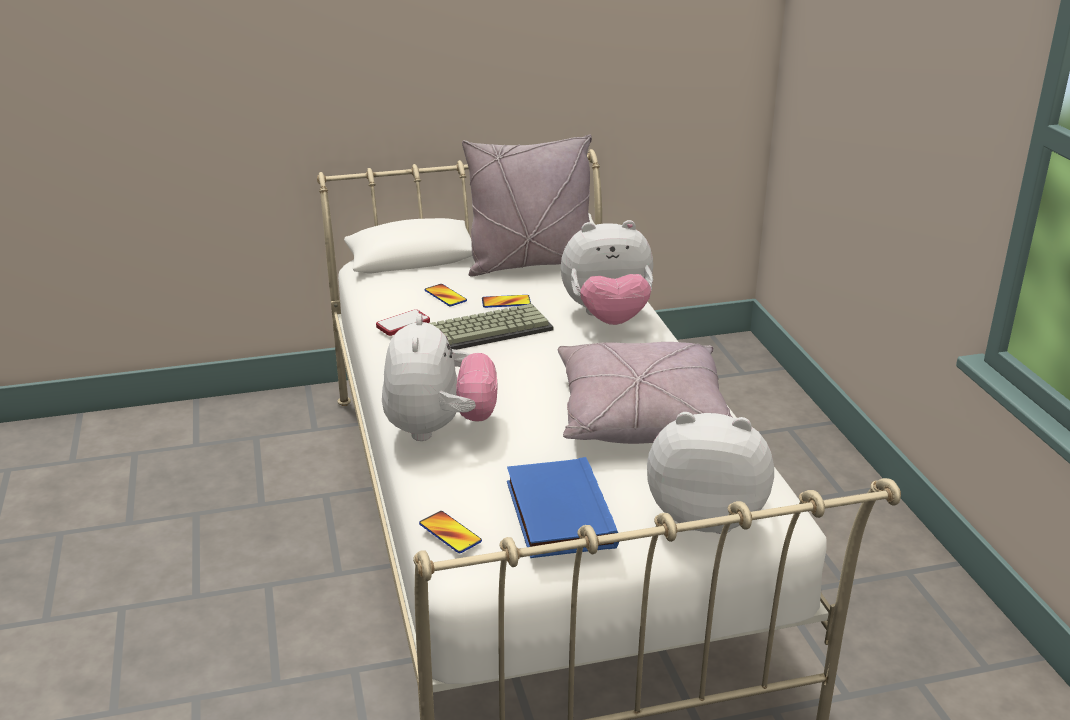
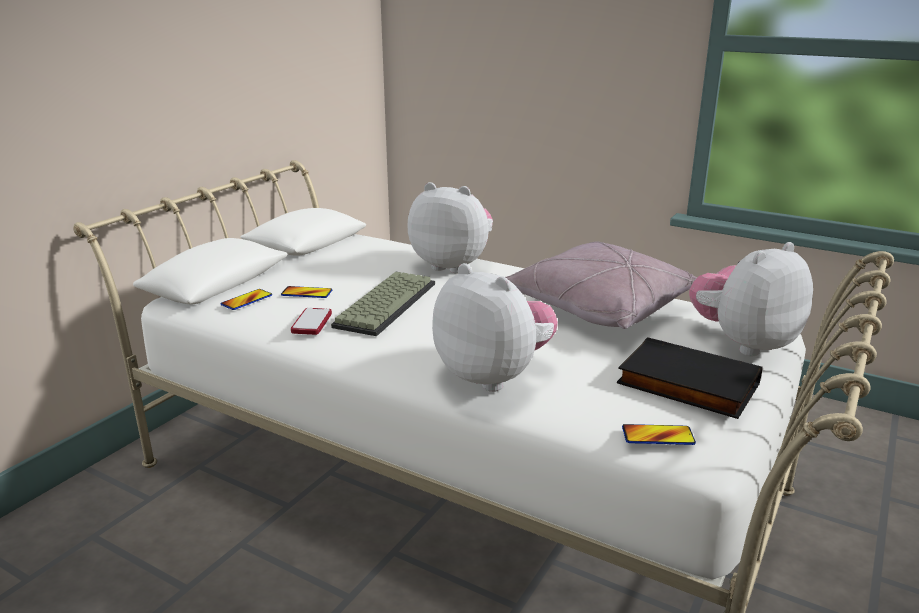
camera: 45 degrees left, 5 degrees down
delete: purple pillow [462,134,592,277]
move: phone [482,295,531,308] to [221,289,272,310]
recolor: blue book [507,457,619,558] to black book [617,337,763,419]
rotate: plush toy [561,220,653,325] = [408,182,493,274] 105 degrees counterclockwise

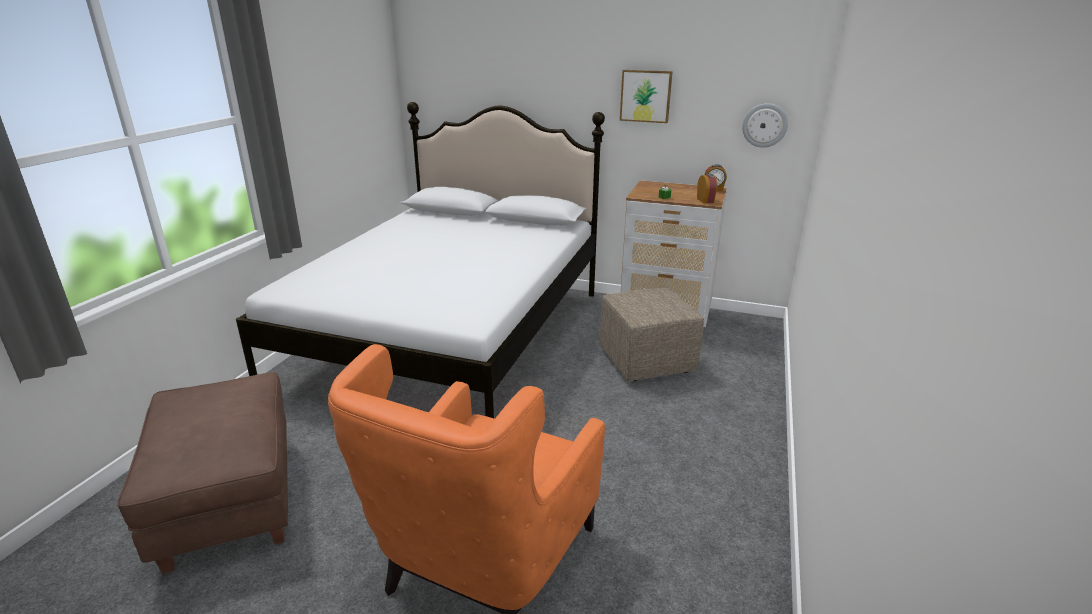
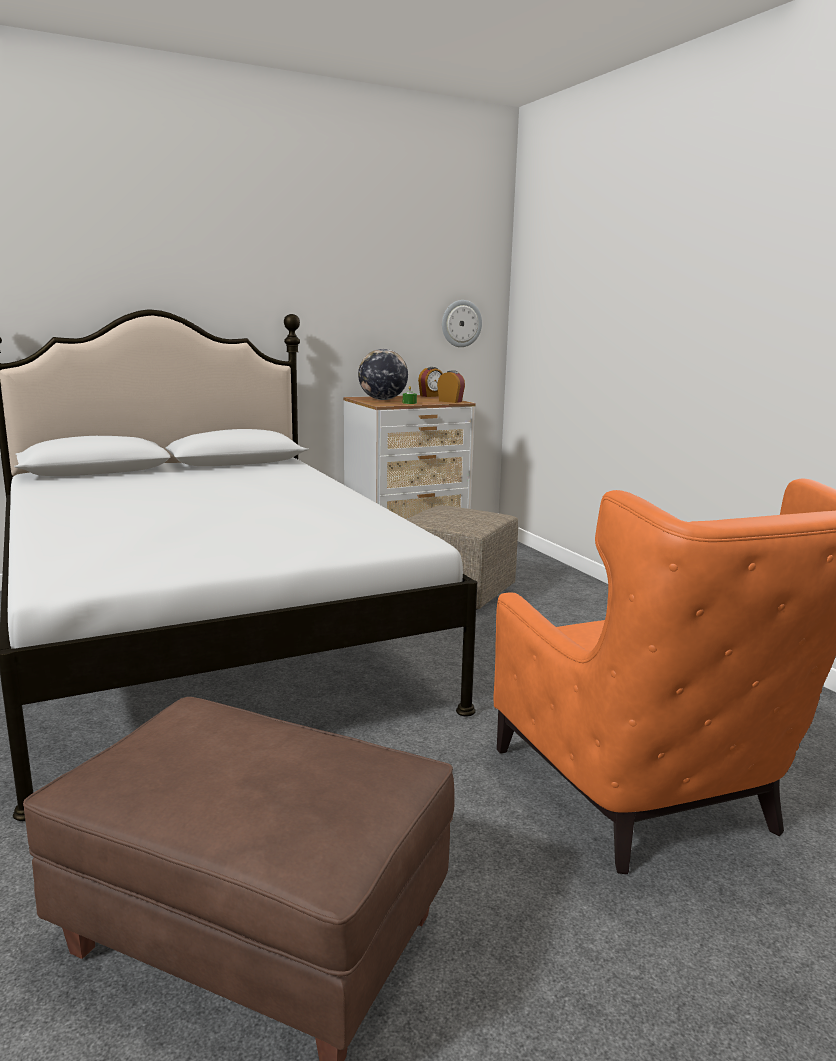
camera: 45 degrees left, 10 degrees down
delete: picture [620,70,673,123]
insert: globe [358,349,408,400]

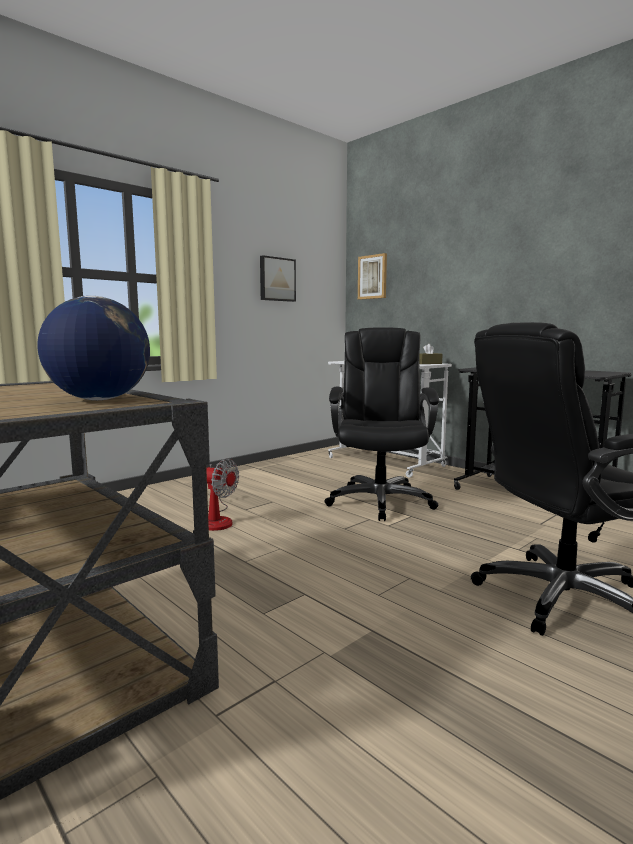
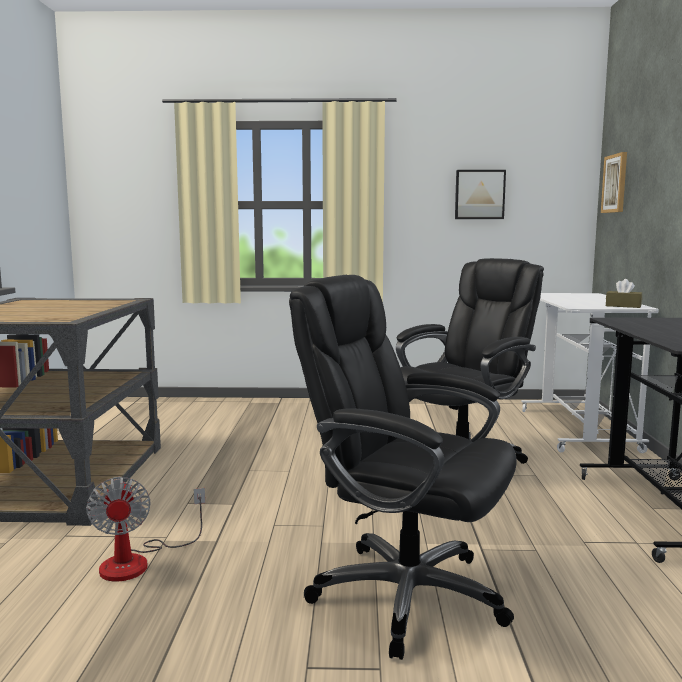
camera: 45 degrees right, 0 degrees up
delete: globe [37,296,150,400]
move: fan [206,459,239,531] to [86,477,205,581]

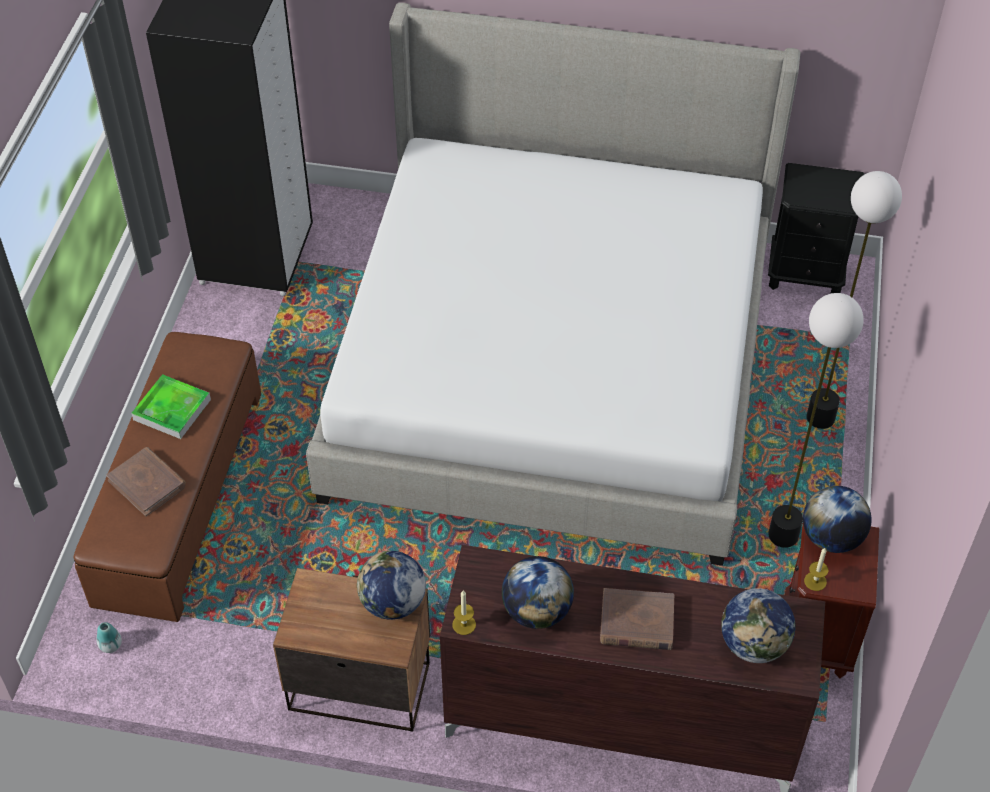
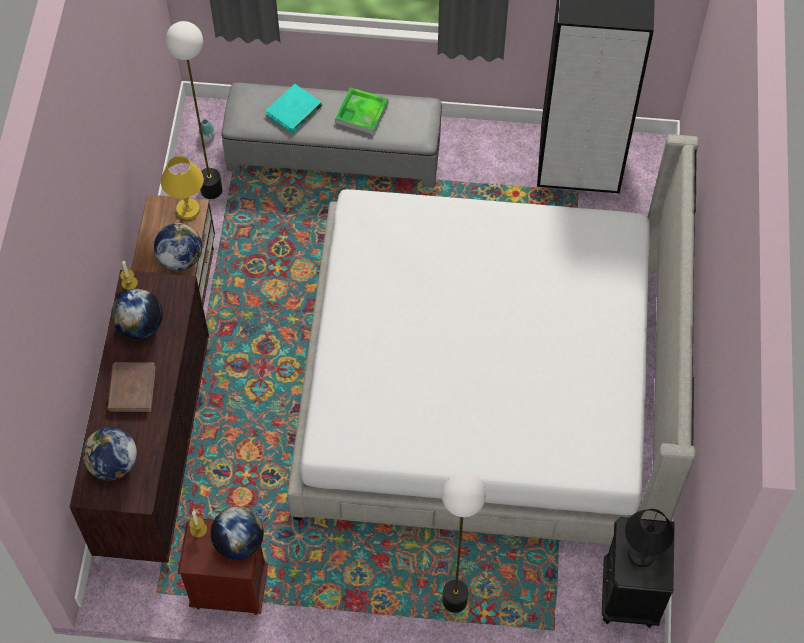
camera: 85 degrees right, 10 degrees up
insert: yellow table lamp [161,156,204,220]; black table lamp [625,509,674,567]
move: floor lamp [768,293,864,548] to [165,21,223,199]
recolor: brown bench [73,332,261,622] to grey bench [221,83,442,188]; brown book [106,447,186,516] to turquoise book [266,84,322,133]

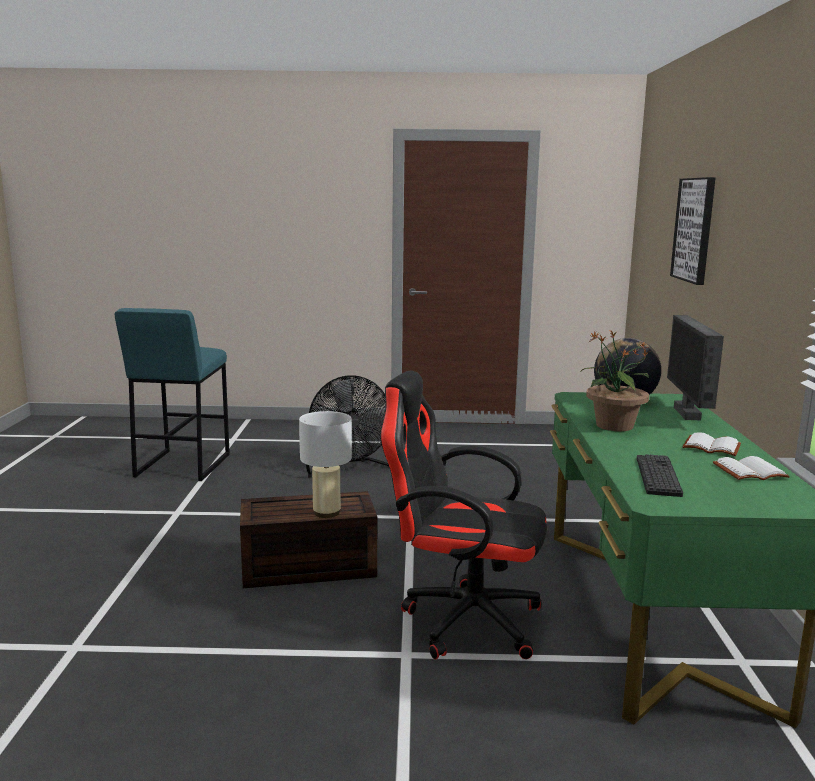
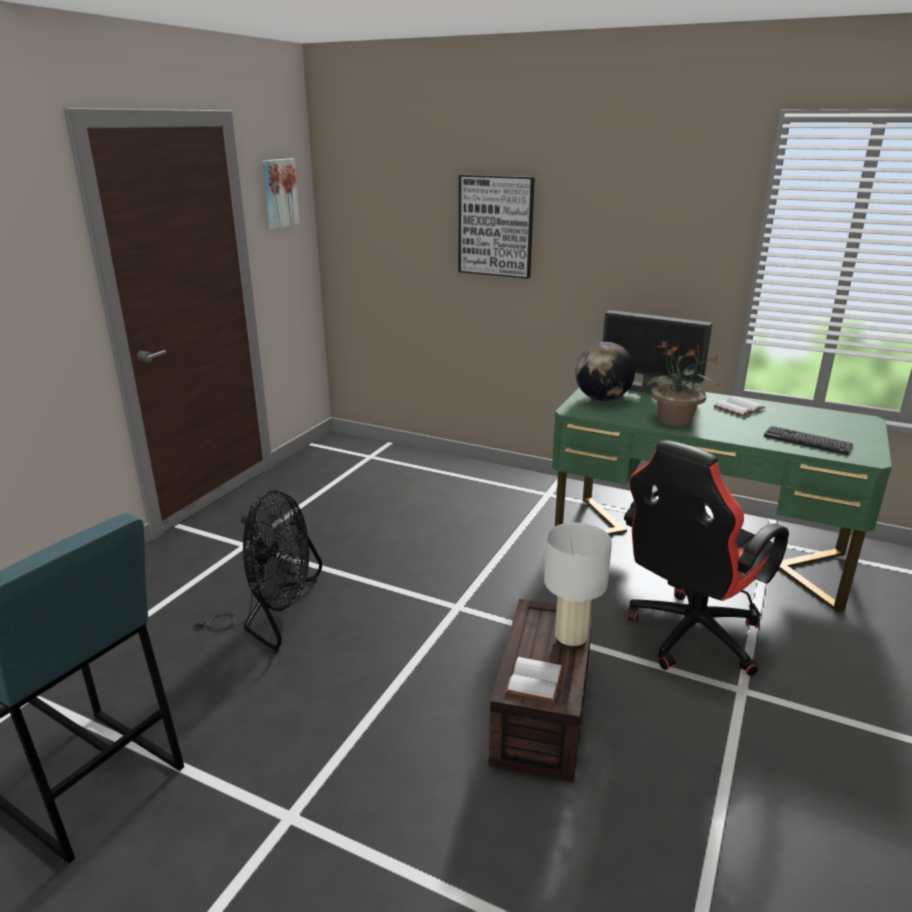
camera: 65 degrees left, 10 degrees up
insert: picture [262,159,300,229]
move: white book [713,456,790,480] to [505,657,563,703]

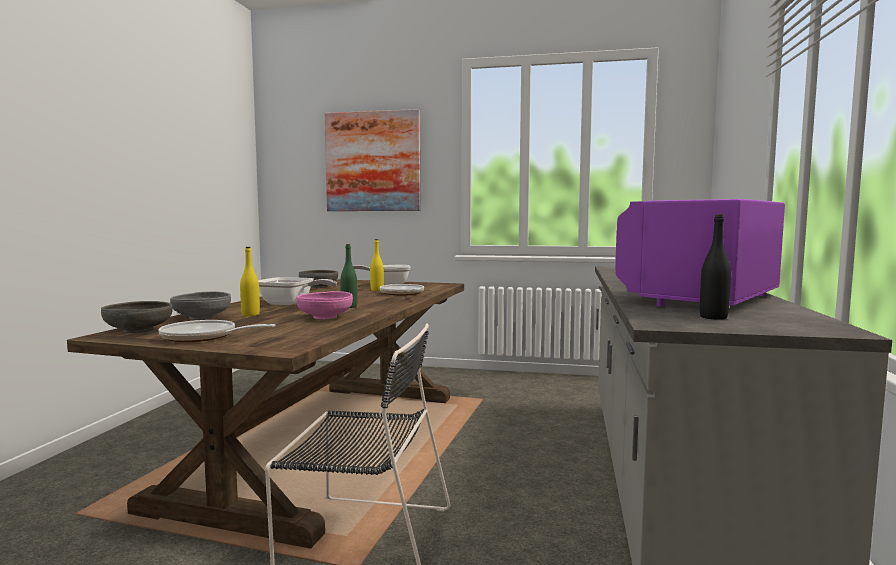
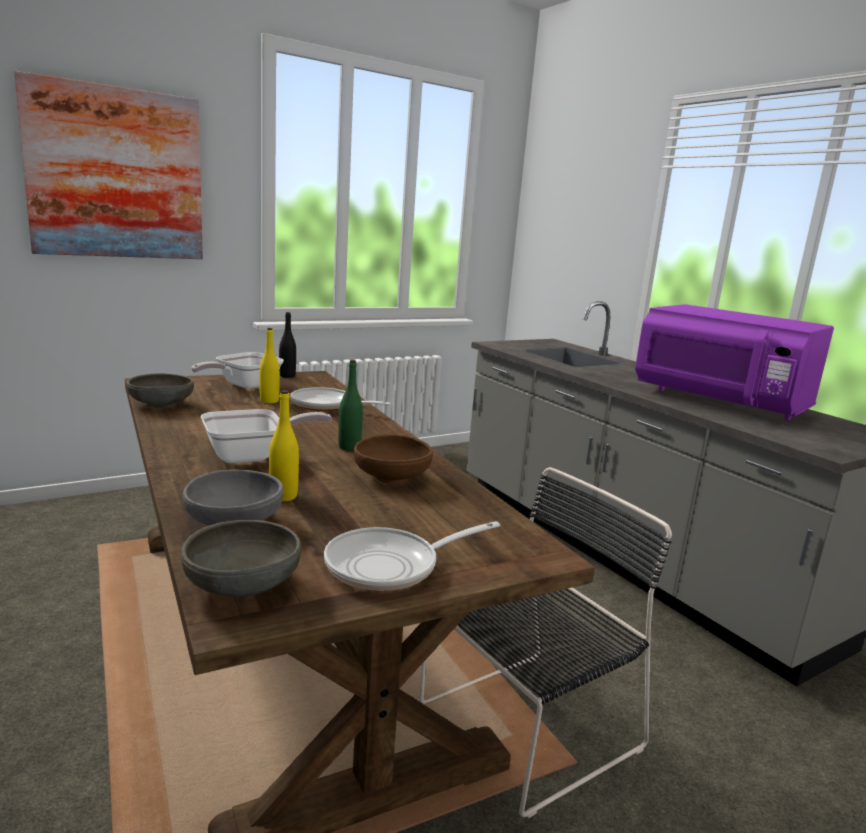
camera: 45 degrees left, 10 degrees up
move: black bottle [700,214,731,320] to [279,312,296,378]
recolor: pink bowl [296,291,353,319] to brown bowl [354,435,433,484]
rotate: purple microwave [615,199,785,307] = [635,304,834,420] 45 degrees counterclockwise

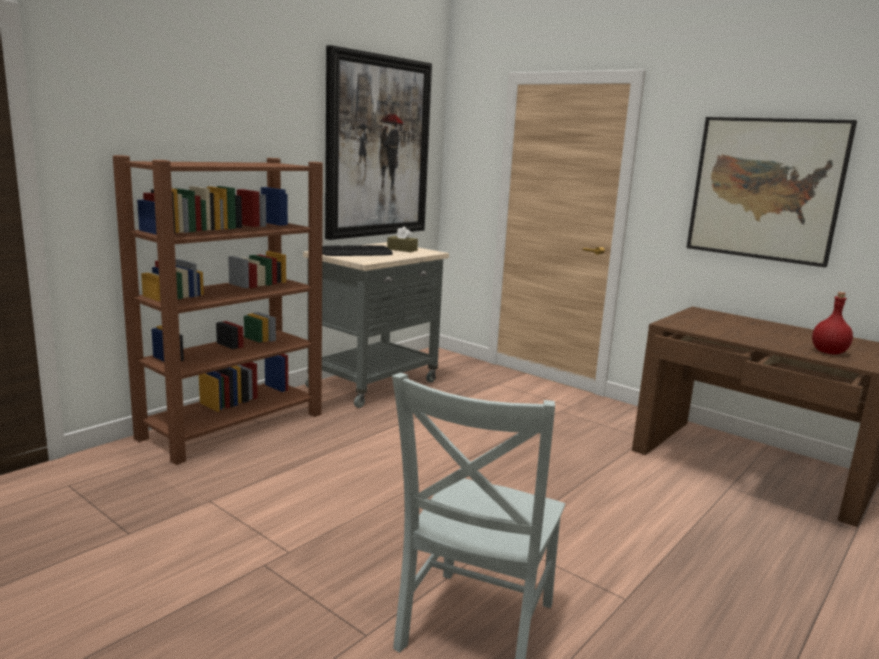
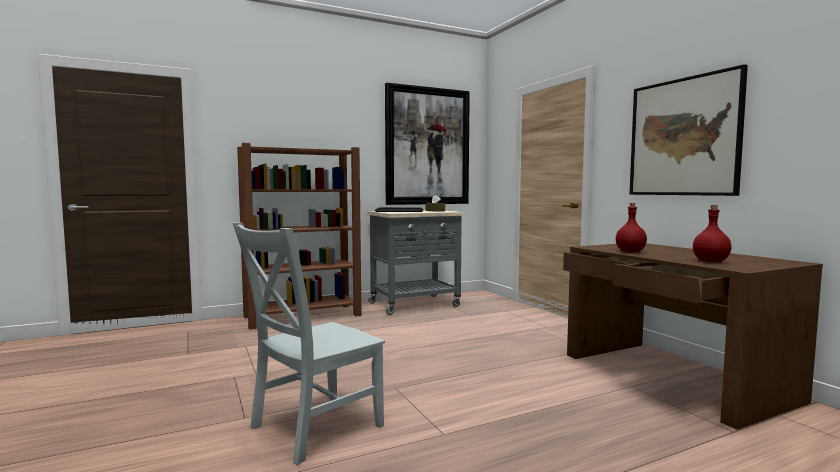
camera: 25 degrees right, 10 degrees down
insert: red bottle [616,203,647,252]

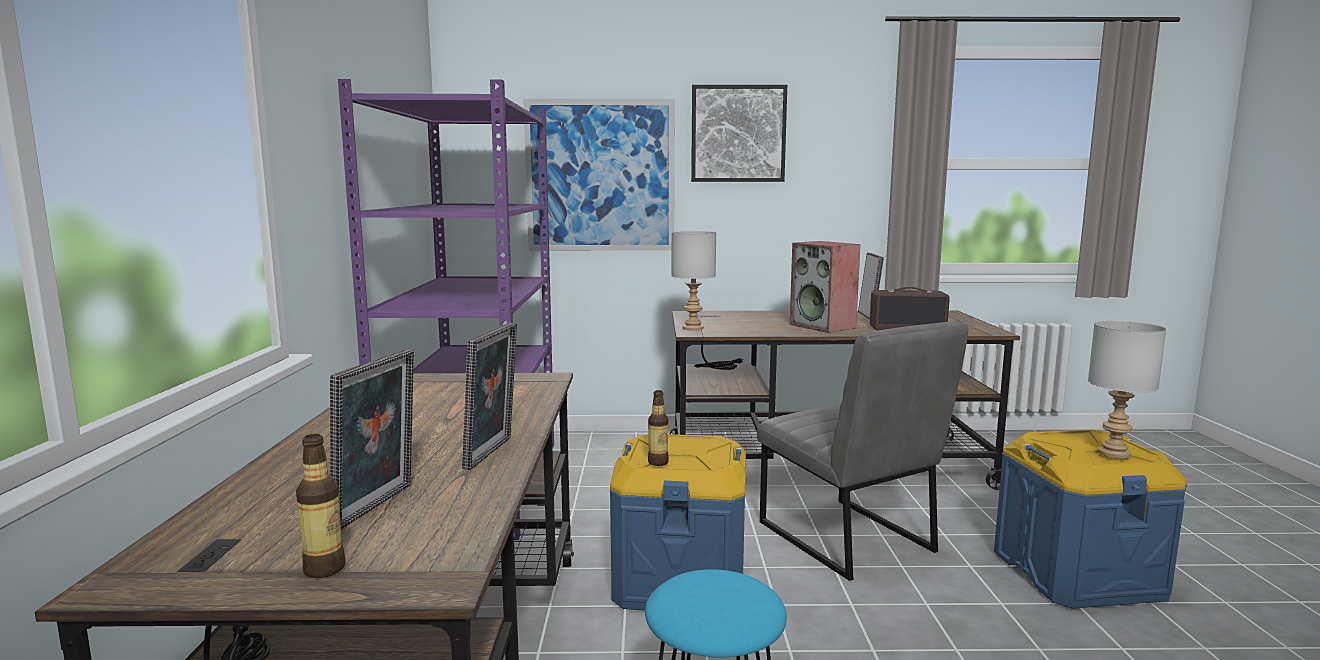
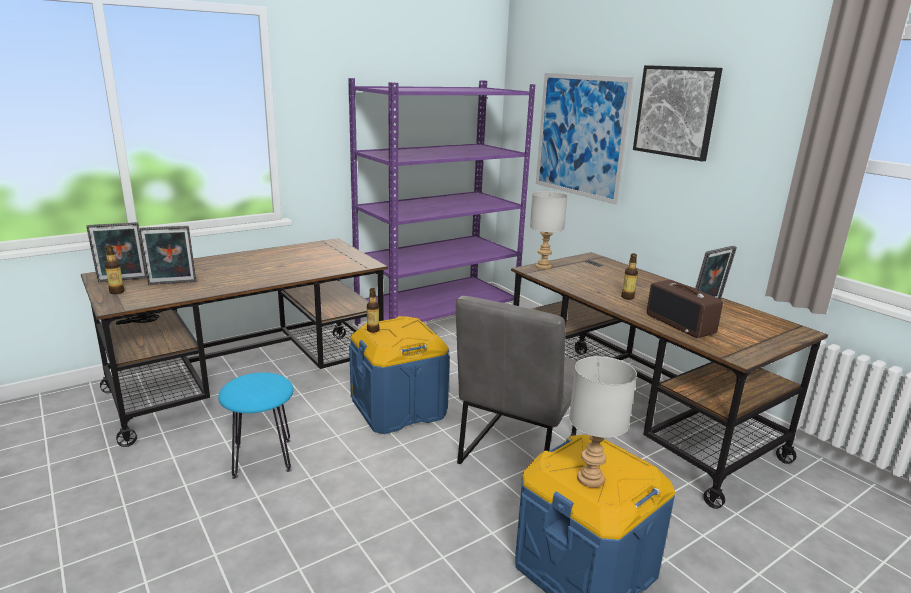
camera: 55 degrees right, 10 degrees up
move: picture frame [462,322,517,470] to [86,222,147,282]
replace: speaker [790,241,860,333] to bottle [621,253,638,300]

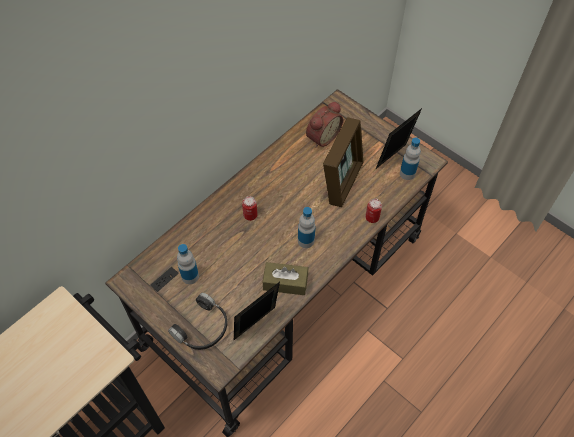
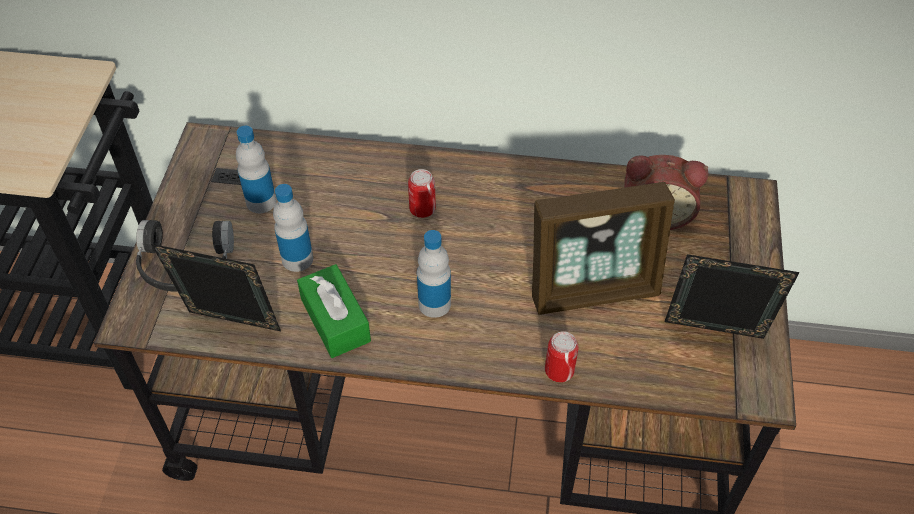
camera: 55 degrees right, 5 degrees down
move: bottle [400,137,421,180] to [273,184,313,272]
recolor: brown tissue box [262,262,308,295] to green tissue box [297,264,371,358]

